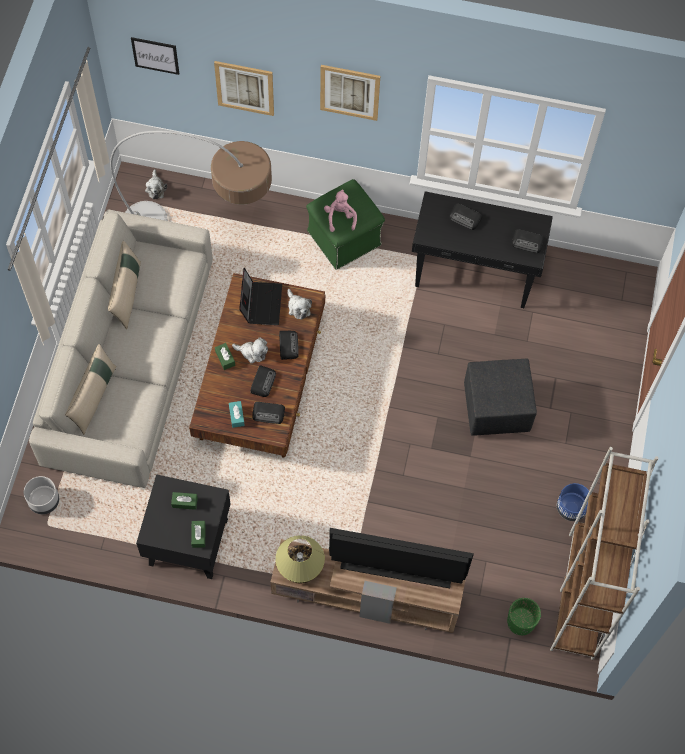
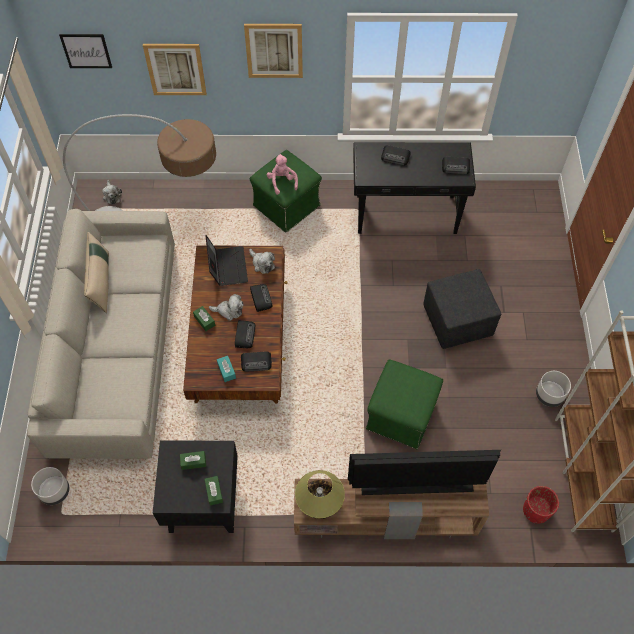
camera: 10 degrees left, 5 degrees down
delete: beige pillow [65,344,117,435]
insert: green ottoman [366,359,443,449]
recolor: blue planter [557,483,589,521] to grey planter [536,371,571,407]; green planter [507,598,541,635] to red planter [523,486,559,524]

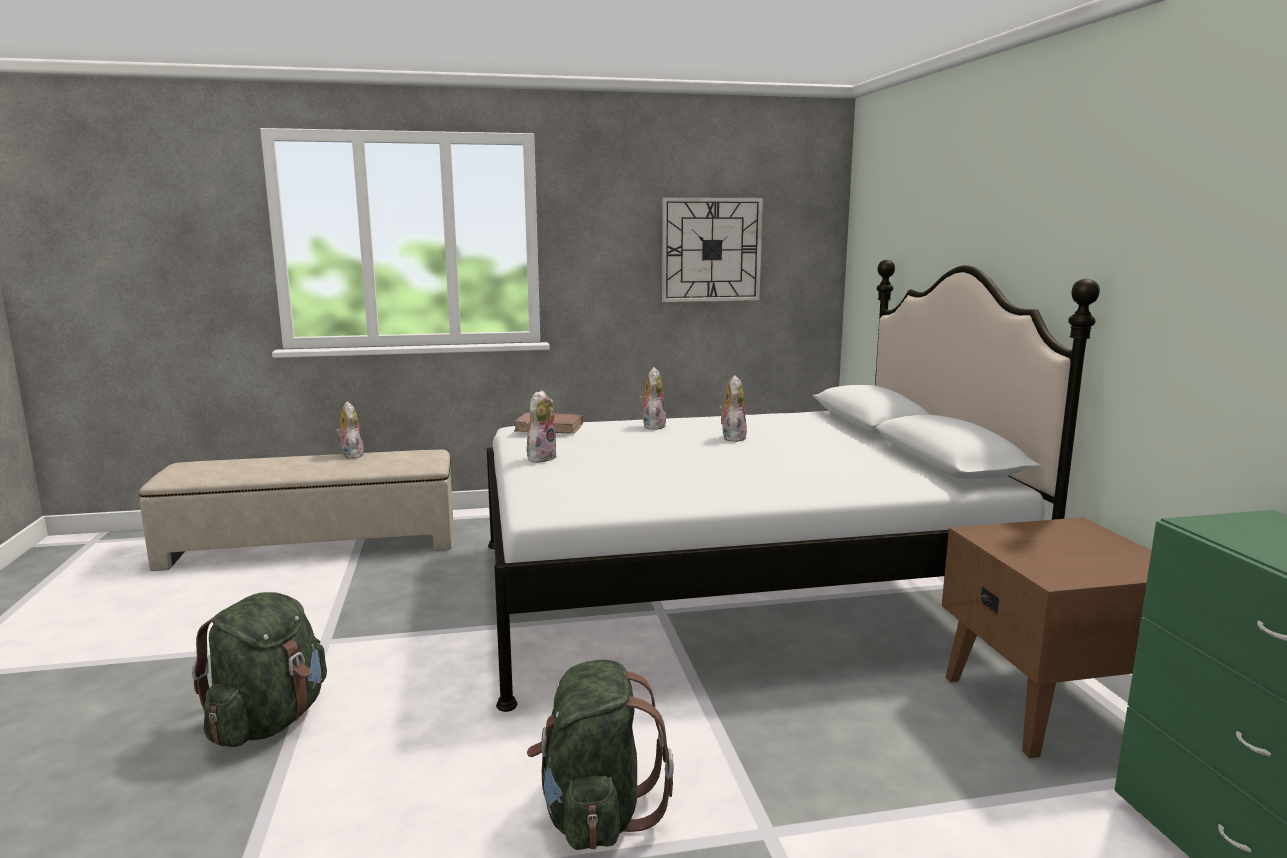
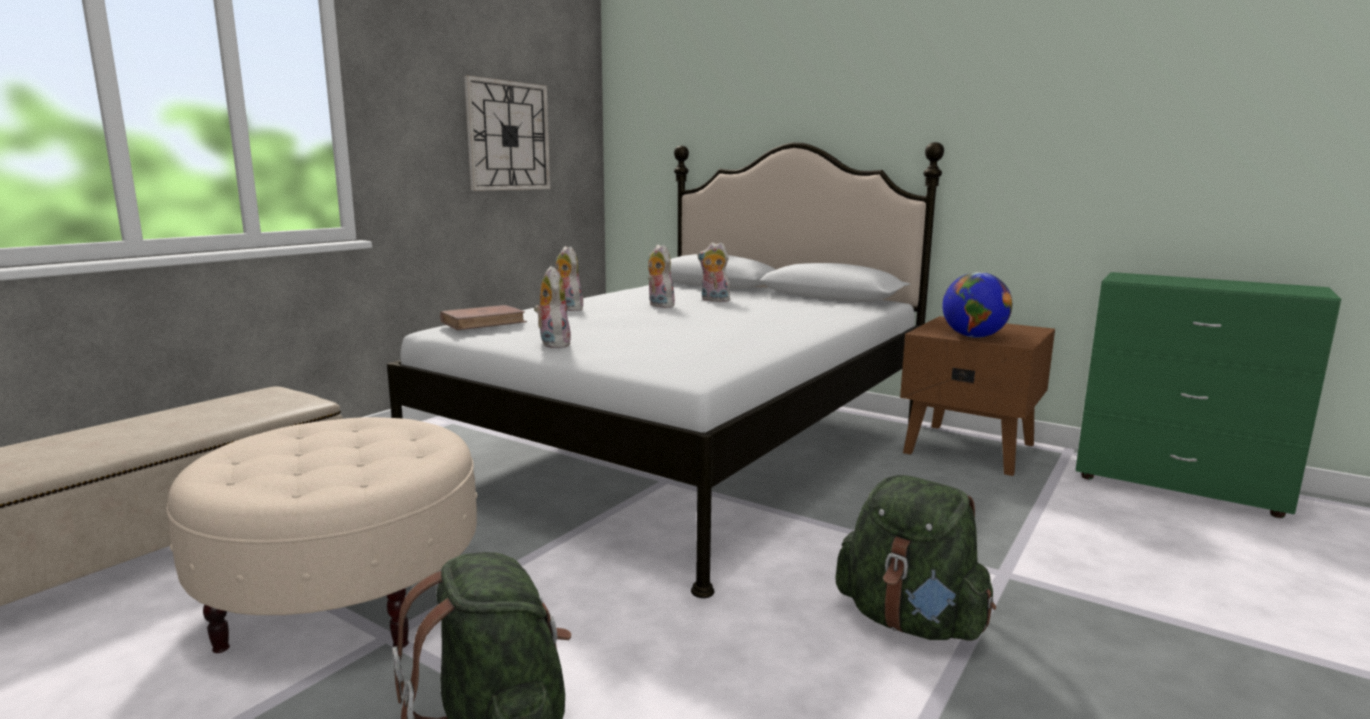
camera: 45 degrees left, 0 degrees up
insert: globe [942,272,1012,338]; beige ottoman [166,417,477,653]
move: plush toy [336,401,364,458] to [698,243,730,302]

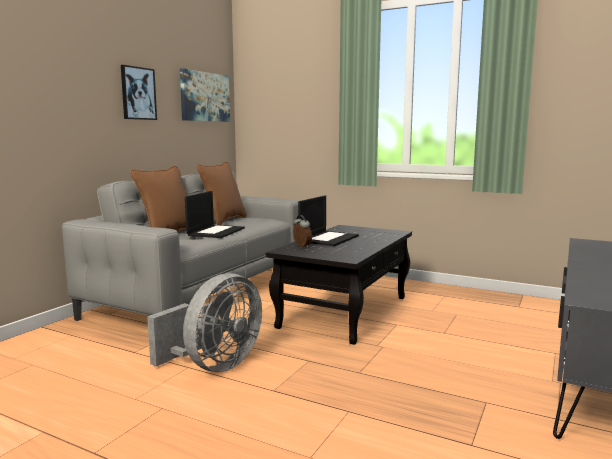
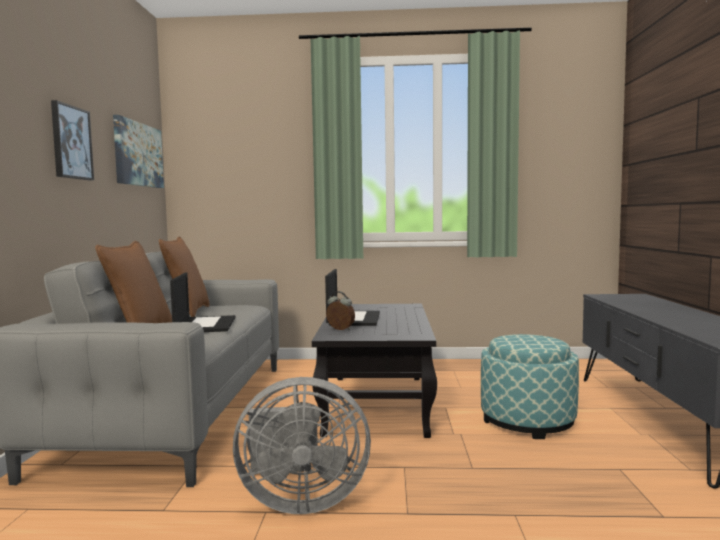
camera: 25 degrees left, 5 degrees down
insert: ottoman [481,334,579,439]
rotate: grey fan [147,273,262,372] = [233,377,371,514] 75 degrees clockwise

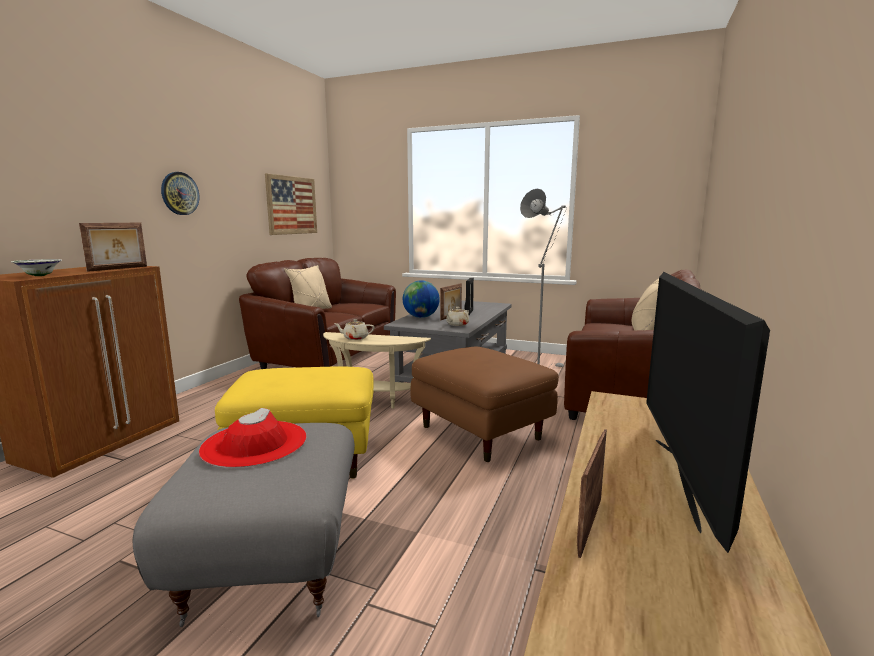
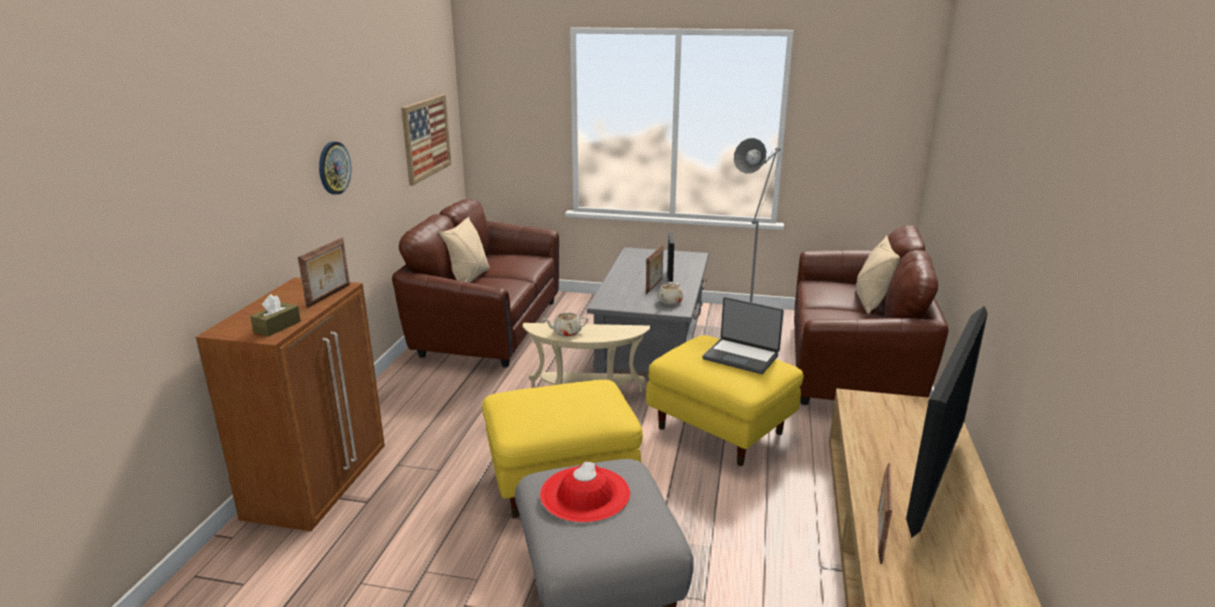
camera: 10 degrees left, 10 degrees up
delete: globe [403,280,440,318]
insert: laptop [702,297,784,374]
replace: white bowl [11,259,62,276] to brown tissue box [250,294,301,337]
recolor: brown ottoman [410,347,559,462] to yellow ottoman [646,335,804,466]
rotate: television [646,272,770,553] = [906,306,988,538] 150 degrees counterclockwise

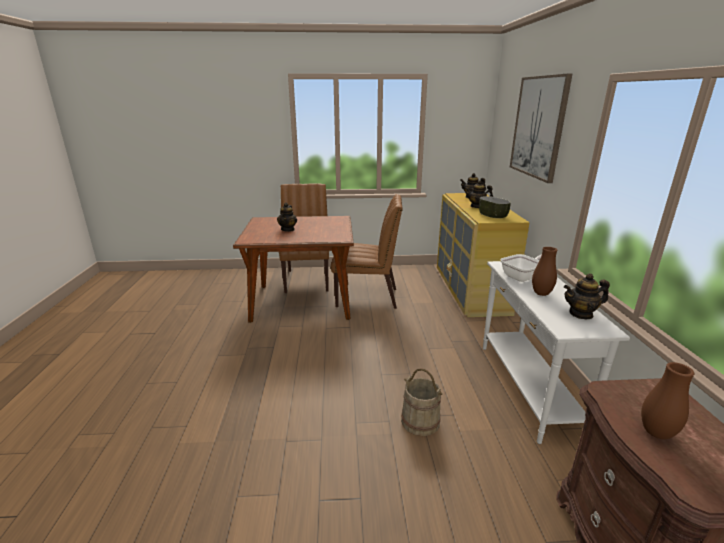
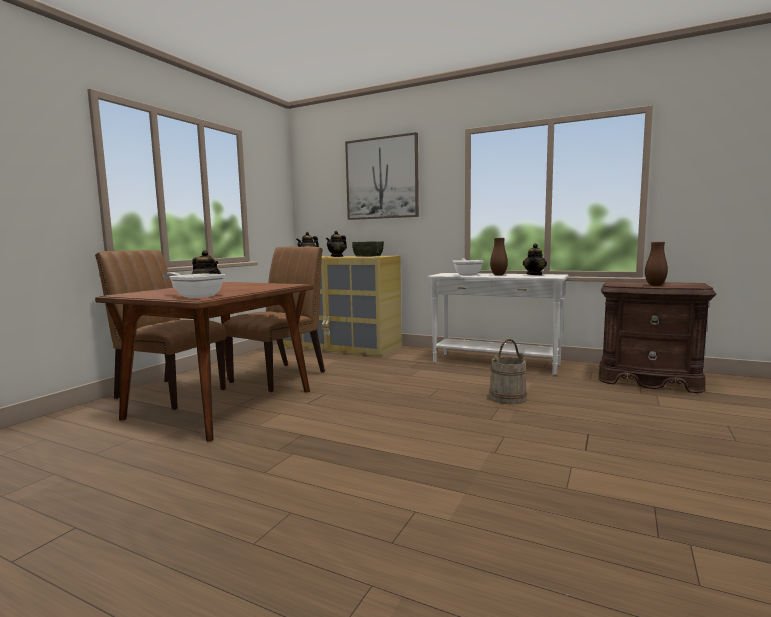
camera: 60 degrees left, 15 degrees down
insert: frying pan [163,272,225,298]

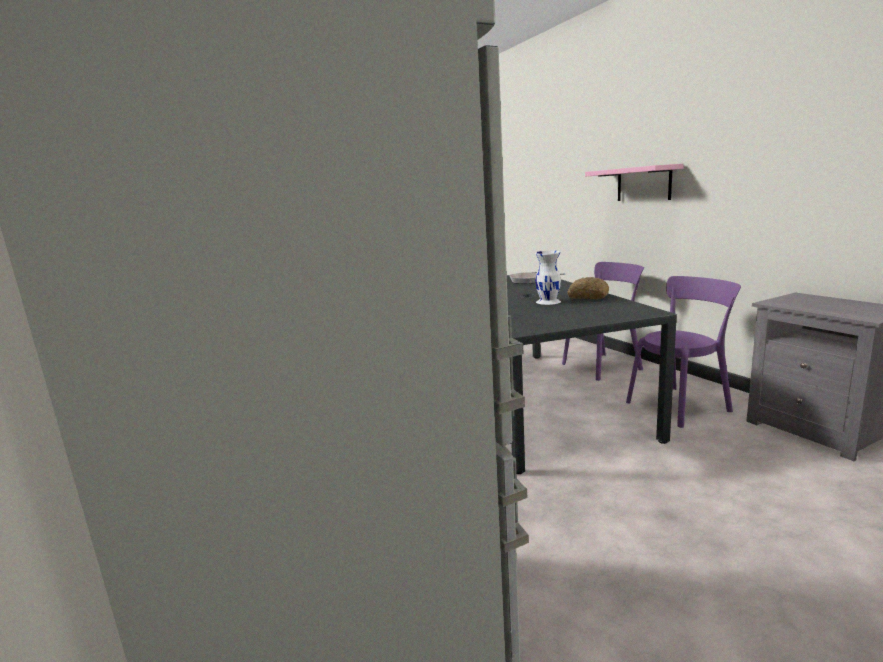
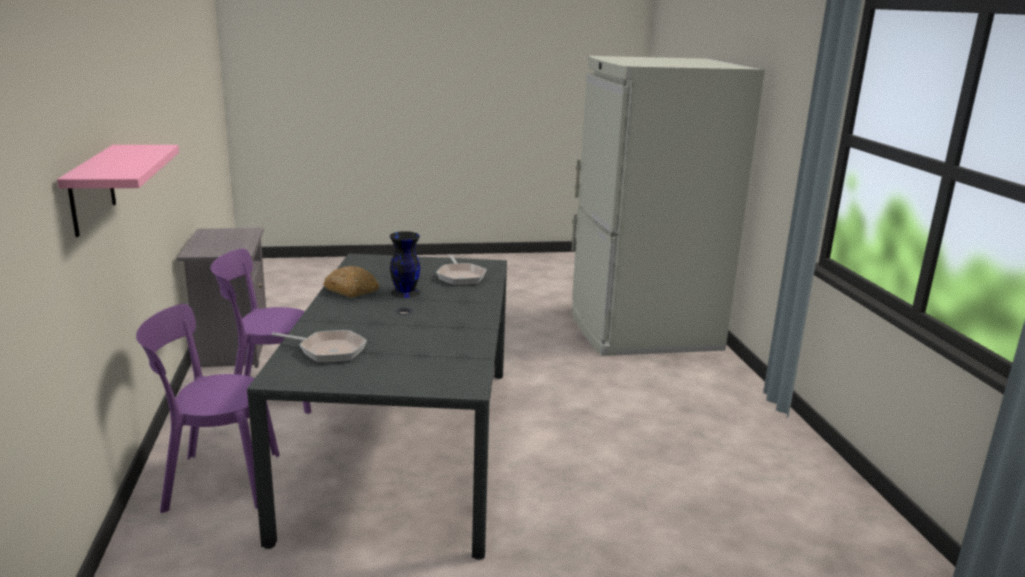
camera: 165 degrees left, 5 degrees up
insert: frying pan [436,255,487,285]
recolor: white vase [535,251,561,305] to black vase [390,231,420,298]

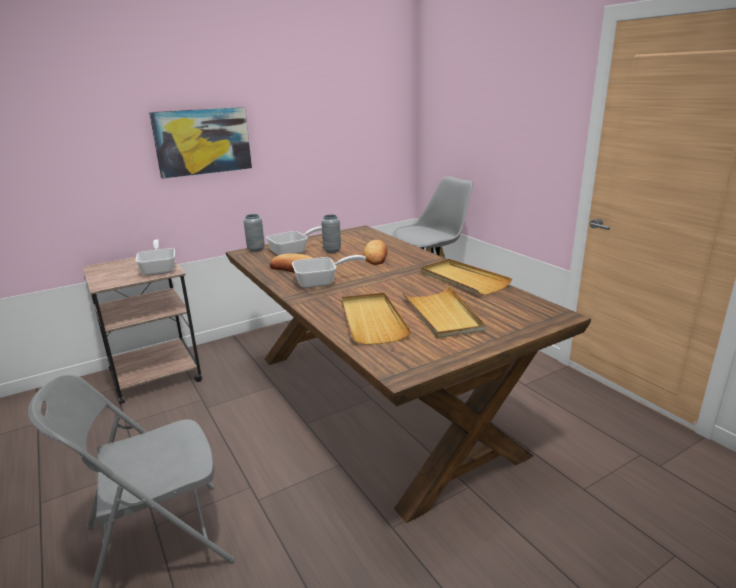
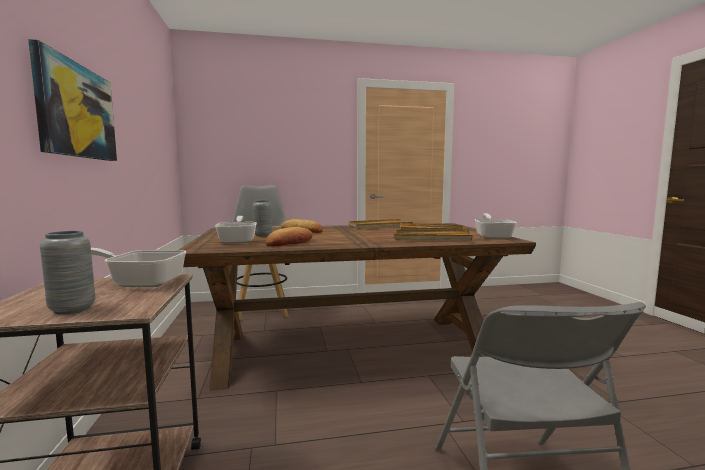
camera: 70 degrees left, 15 degrees down
move: grey vase [244,214,265,252] to [40,231,96,315]; frying pan [292,255,366,288] to [475,214,517,239]

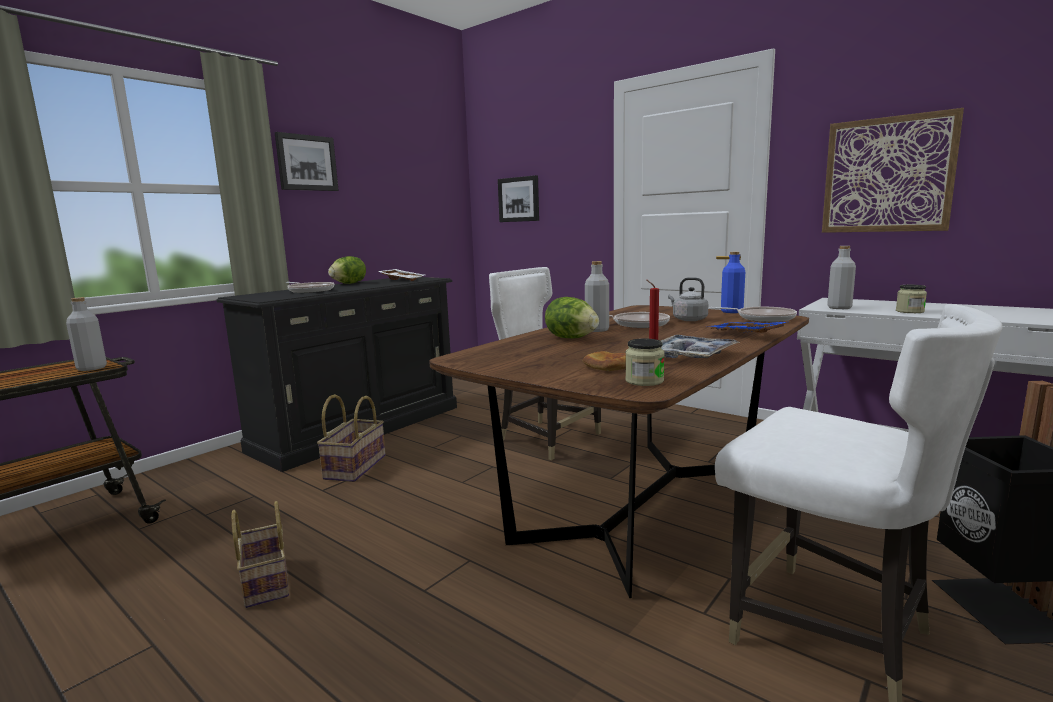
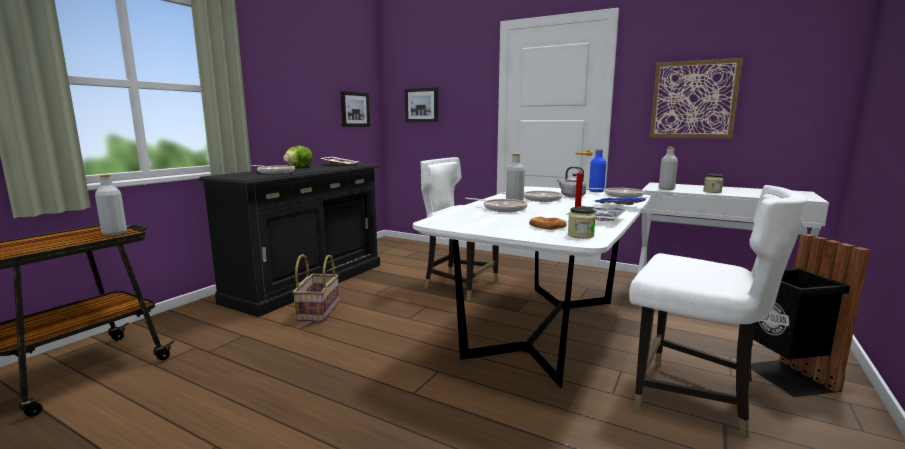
camera: 10 degrees left, 0 degrees up
delete: basket [231,501,289,608]
move: picture [275,132,339,191] to [341,91,370,127]
replace: lettuce [545,297,599,338] to frying pan [465,198,528,212]
recolor: brown dining table [429,305,809,598] to white dining table [413,186,651,388]

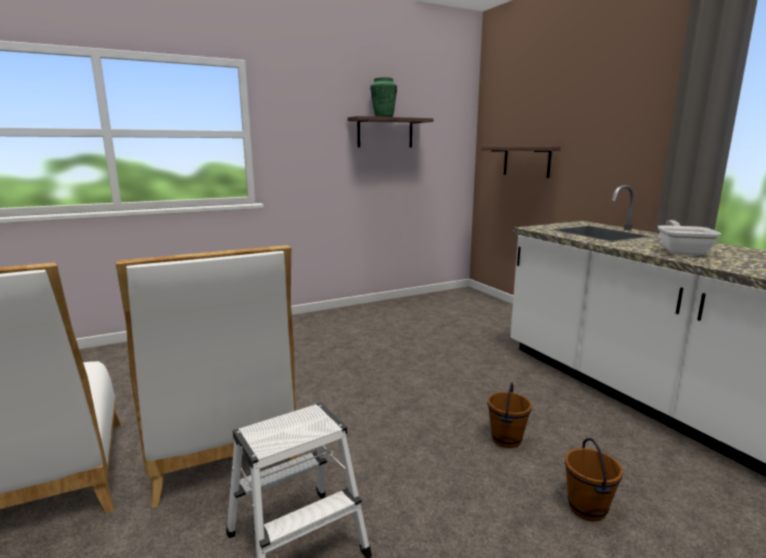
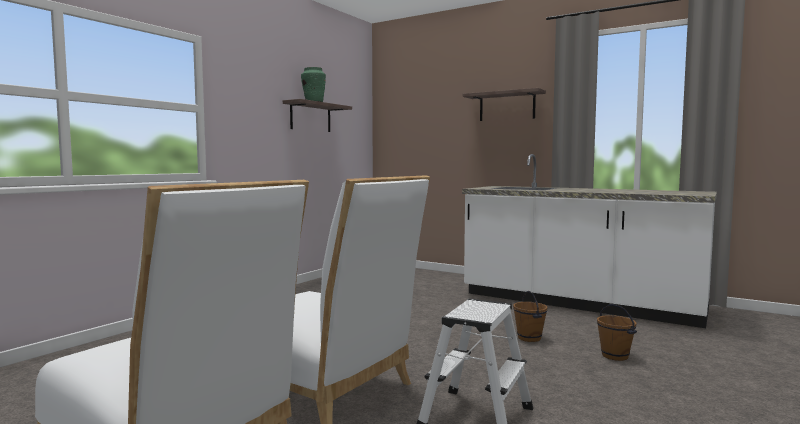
camera: 30 degrees left, 10 degrees down
delete: frying pan [658,220,721,256]
move: shelf [481,147,561,178] to [462,88,546,121]

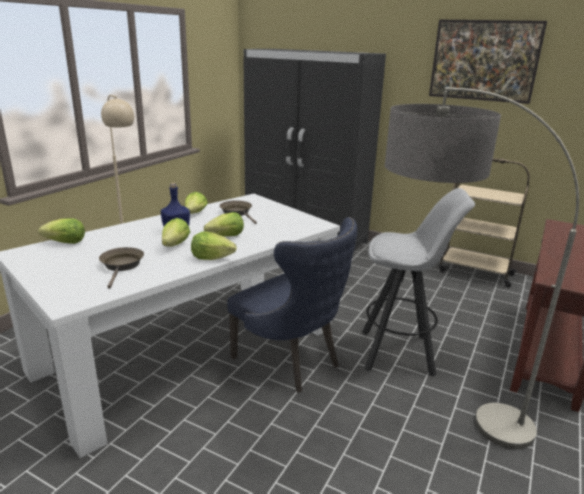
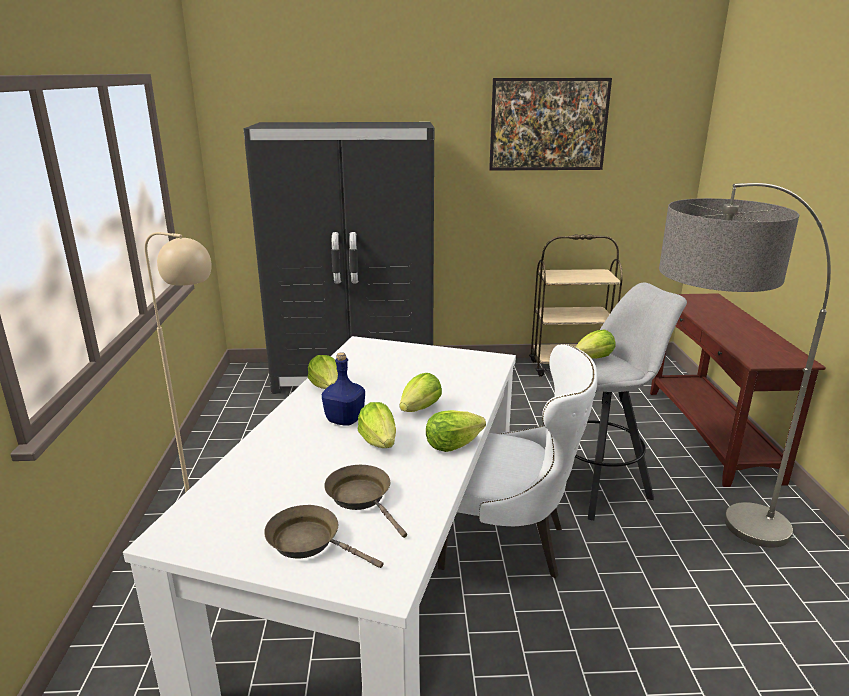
camera: 30 degrees left, 0 degrees up
move: brown frying pan [219,200,257,224] to [264,505,383,568]; lettuce [39,218,85,244] to [576,329,616,359]
recolor: blue chair [228,217,357,393] to white chair [438,344,597,578]

